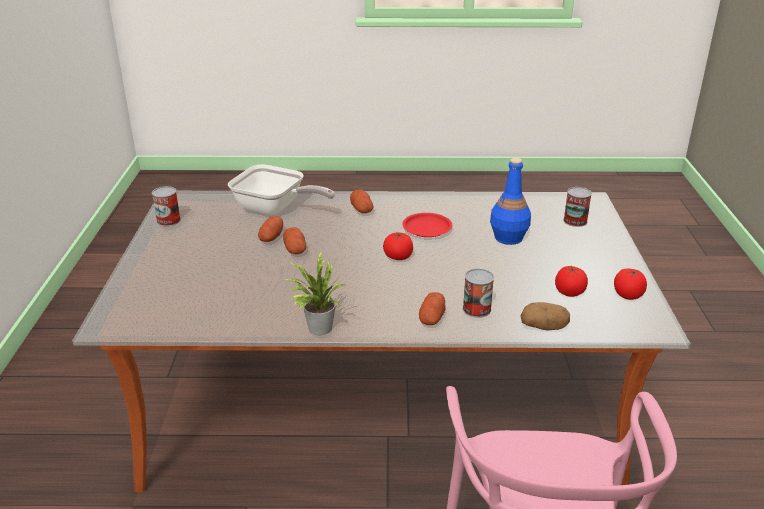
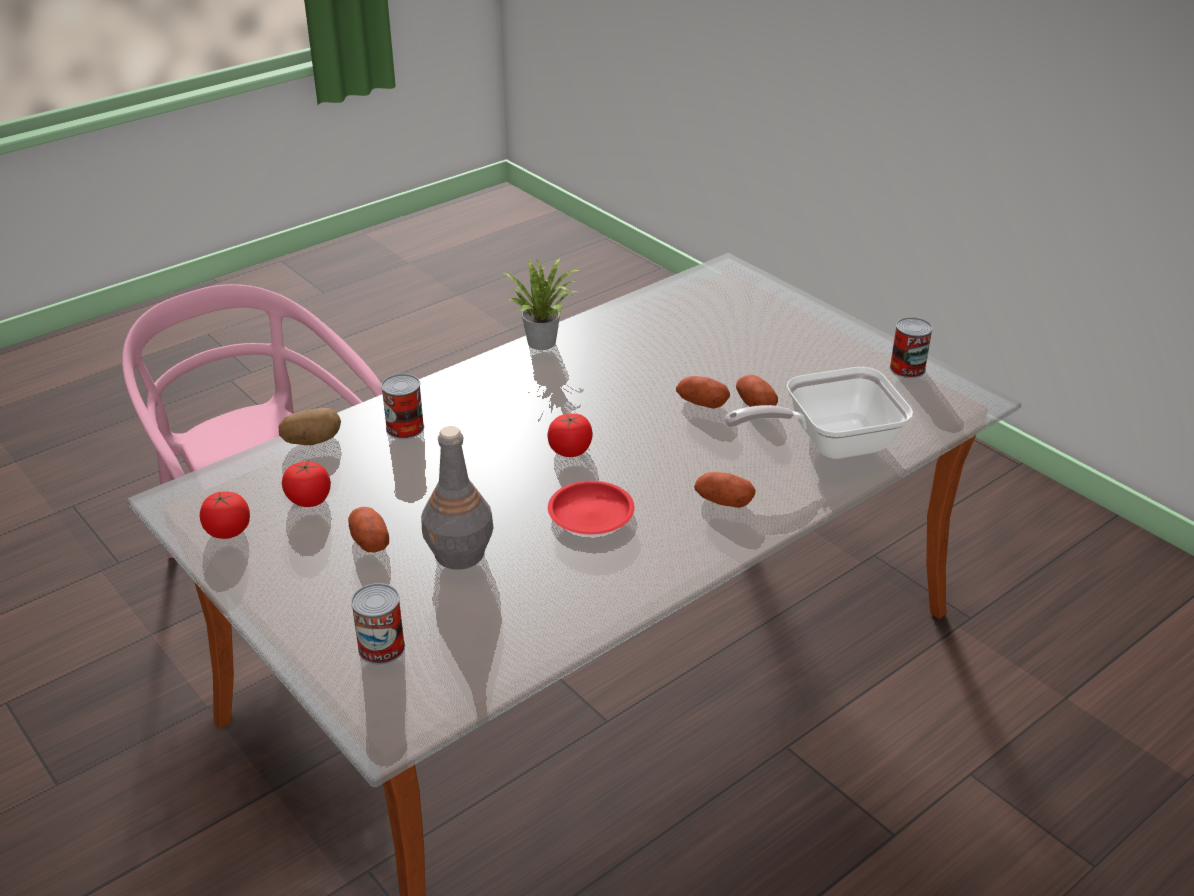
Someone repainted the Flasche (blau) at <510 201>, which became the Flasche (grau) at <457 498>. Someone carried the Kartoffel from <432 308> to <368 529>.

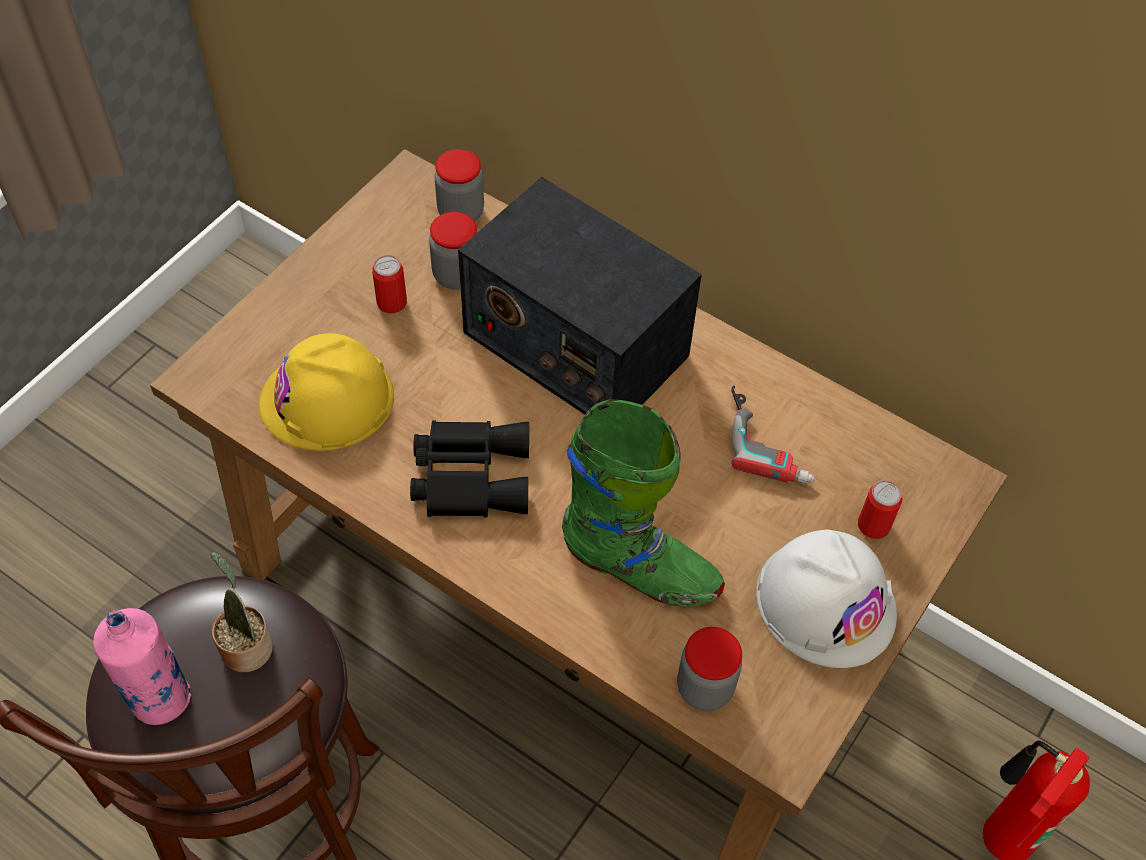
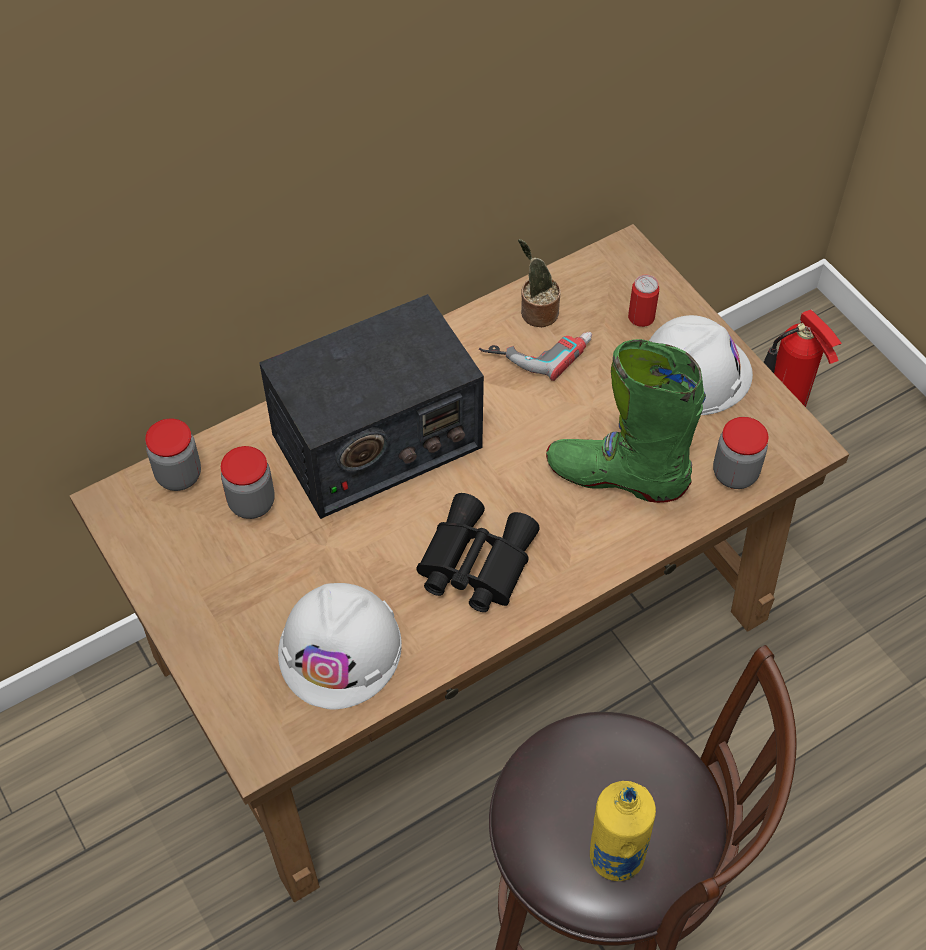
Someone took away the Dose at <389 284>. Someone repainted the Schutzhelm (gelb) at <326 392>, which became the Schutzhelm (weiß) at <340 646>. Someone rotated the Stiefel (grün) at <643 502> by 120 degrees counterclockwise. Someone carried the Topfpflanze from <241 612> to <539 283>. Someone repainted the Flasche (rosa) at <142 666>, which became the Flasche (gelb) at <623 831>.

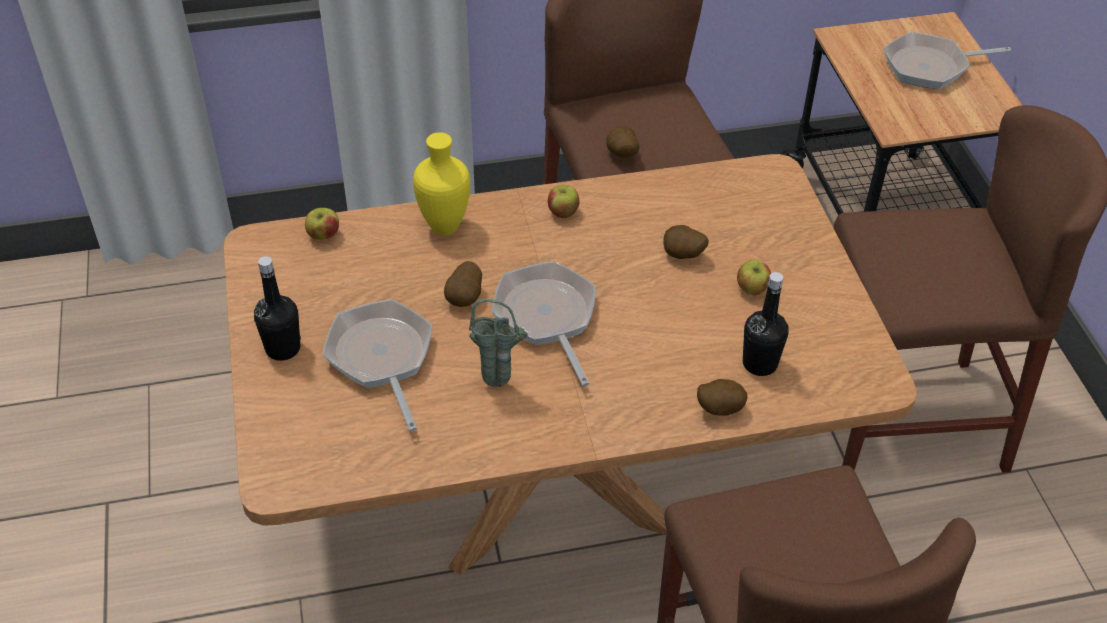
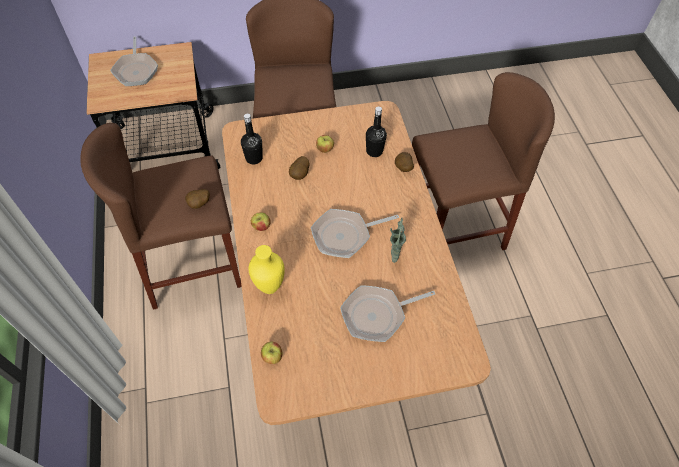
Someone carried the Flasche (schwarz) from <277 308> to <252 139>. Someone took away the Kartoffel at <463 284>.

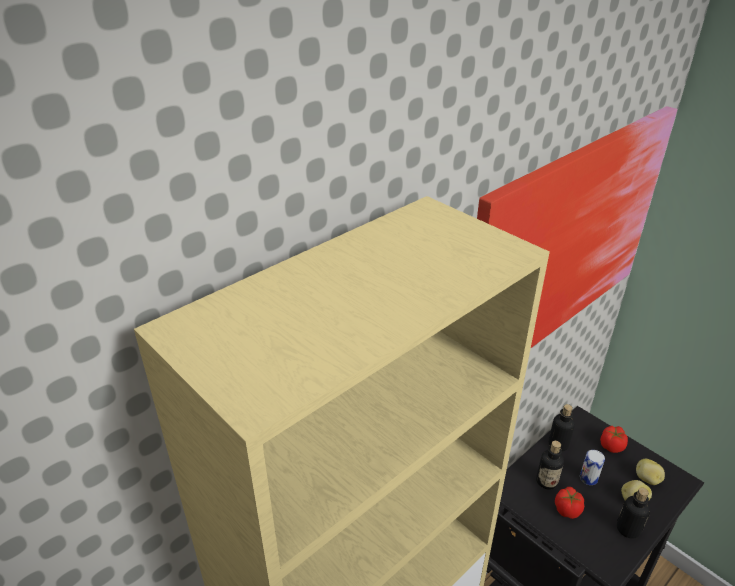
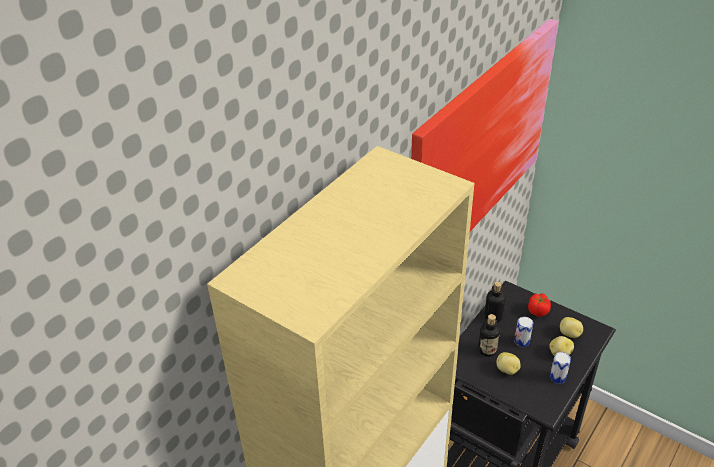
Someone swapped the Tomate at <569 503> for the Kartoffel at <508 363>. Someone swapped the Flasche at <633 513> for the Dose at <560 368>.

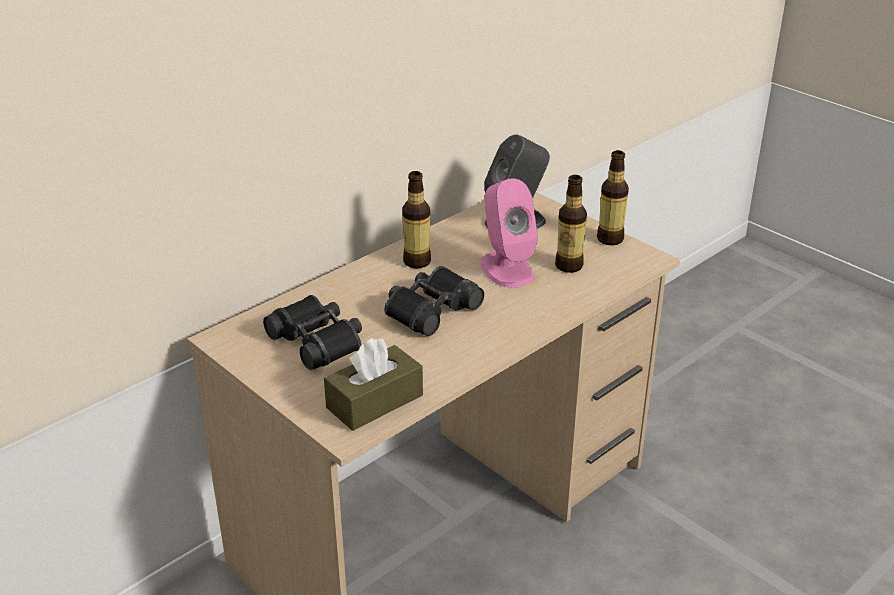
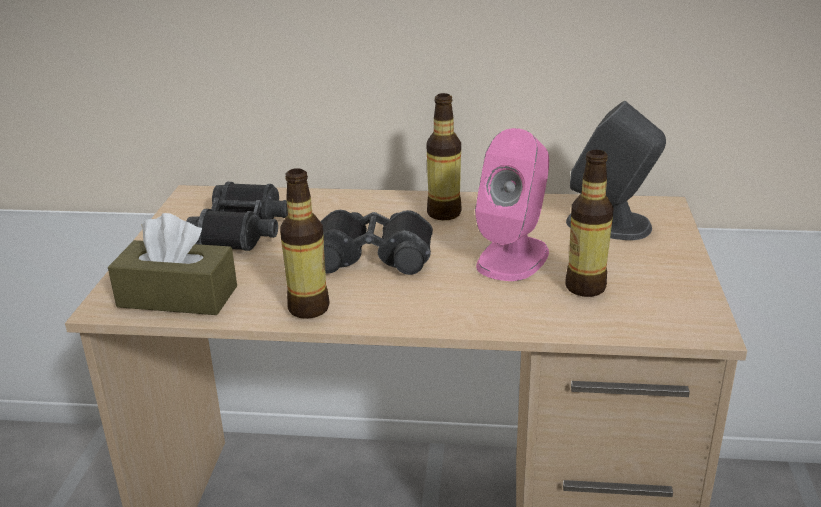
Someone carried the Flasche from <613 197> to <305 243>.

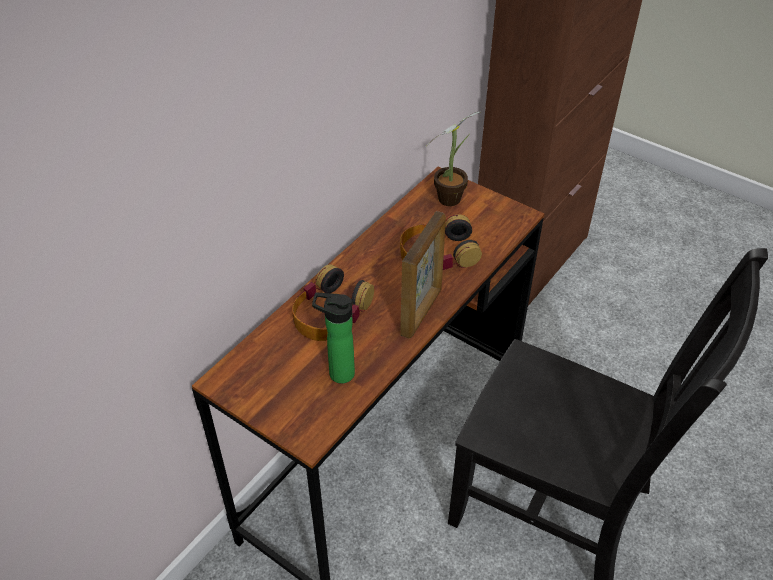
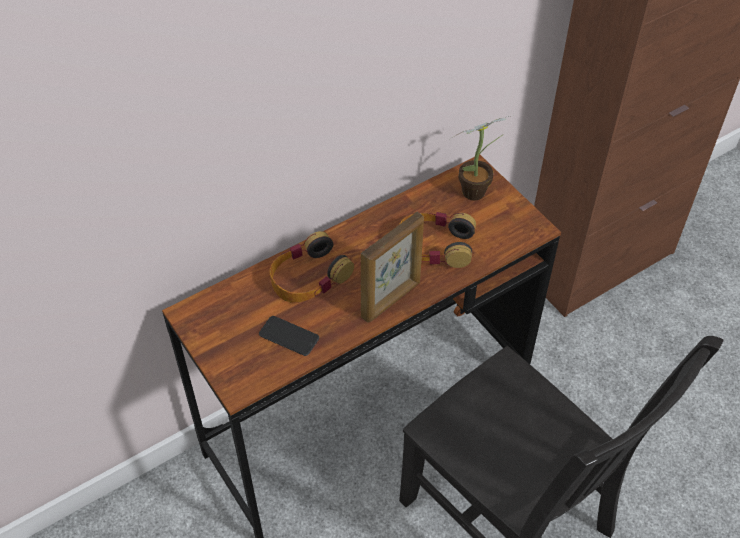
Someone swapped the Flasche at <333 338> for the Handy at <289 336>.

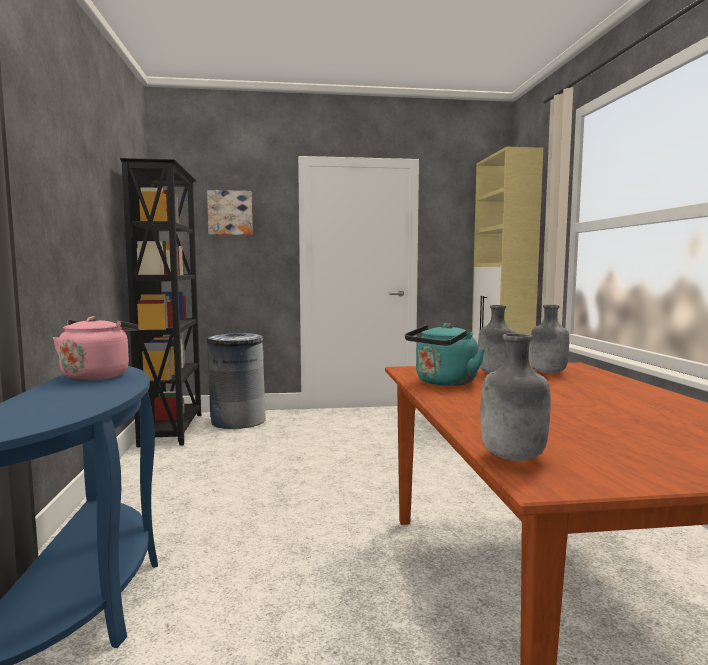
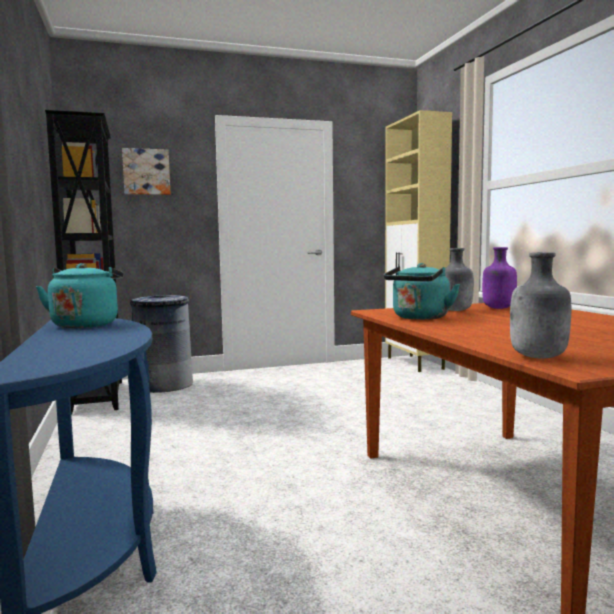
Someone repainted the Flasche (grau) at <549 339>, which became the Flasche (lila) at <499 278>. Someone repainted the Wasserkessel (rosa) at <95 348>, which became the Wasserkessel (türkis) at <79 295>.

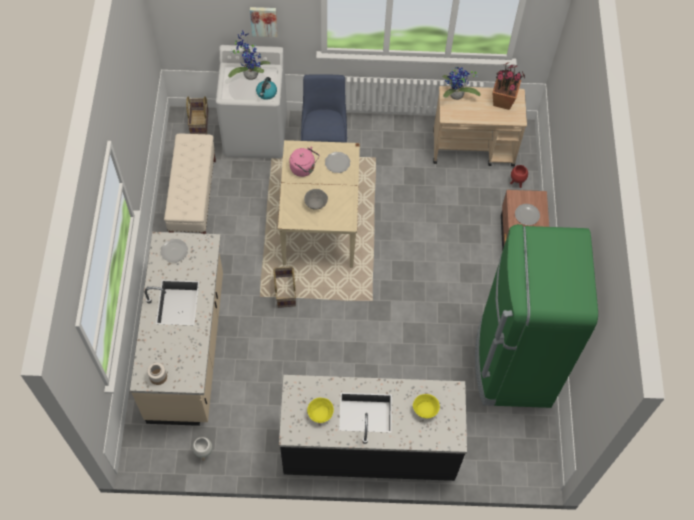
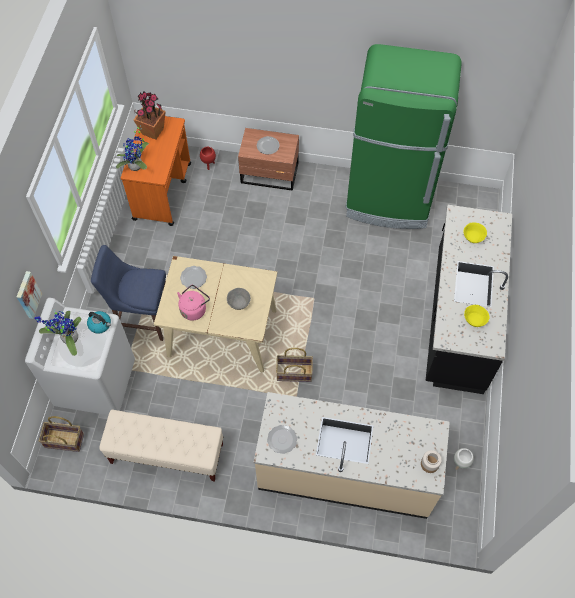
Someone repainted the Rollwagen (beige) at <480 126>, which became the Rollwagen (orange) at <156 171>.

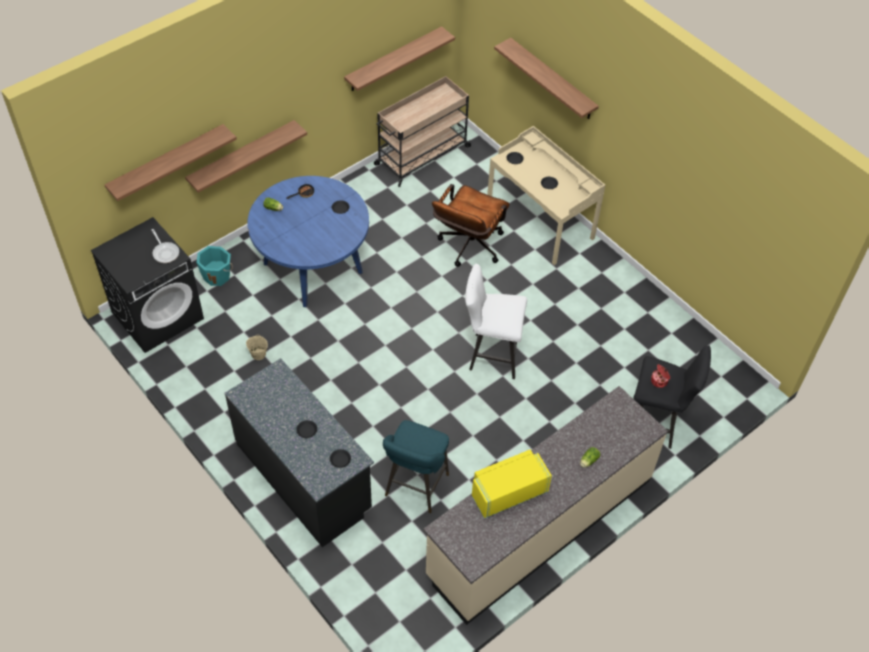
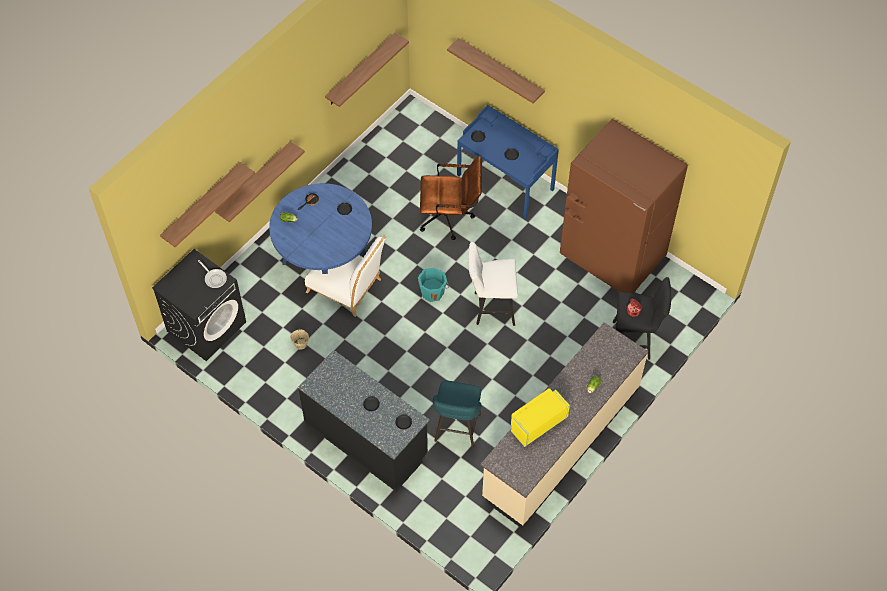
Someone took away the Rollwagen (beige) at <423 131>. Someone repainted the Schreibtisch (beige) at <546 195>, which became the Schreibtisch (blau) at <508 162>. Someone rotated the Bürostuhl (braun) at <471 225> by 105 degrees counterclockwise. Someone carried the Eimer (türkis) from <214 266> to <433 285>. Someone put down the Kühlschrank (braun) at <624 206>. Someone put down the Stuhl (weiß) at <345 276>.

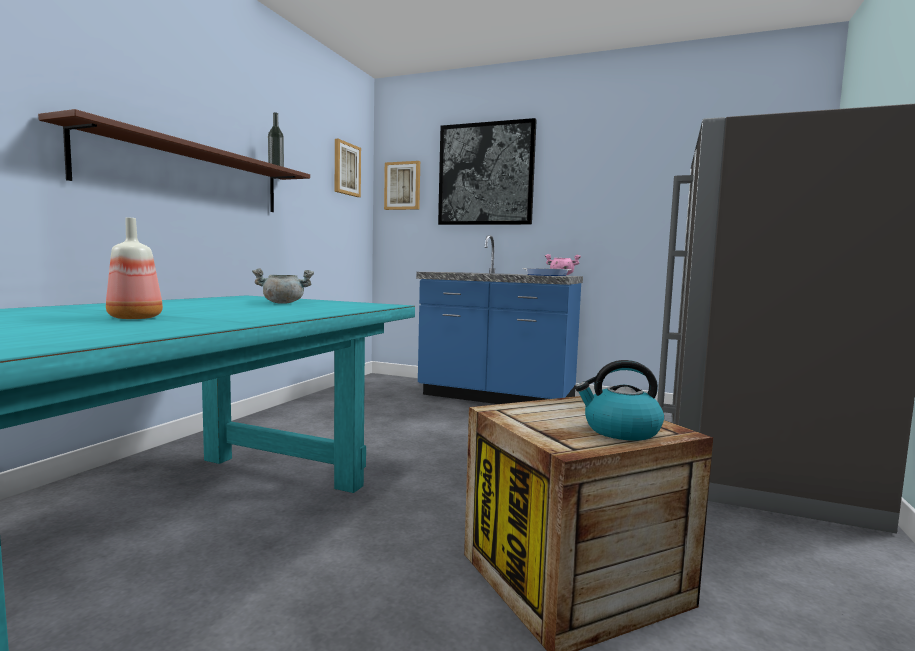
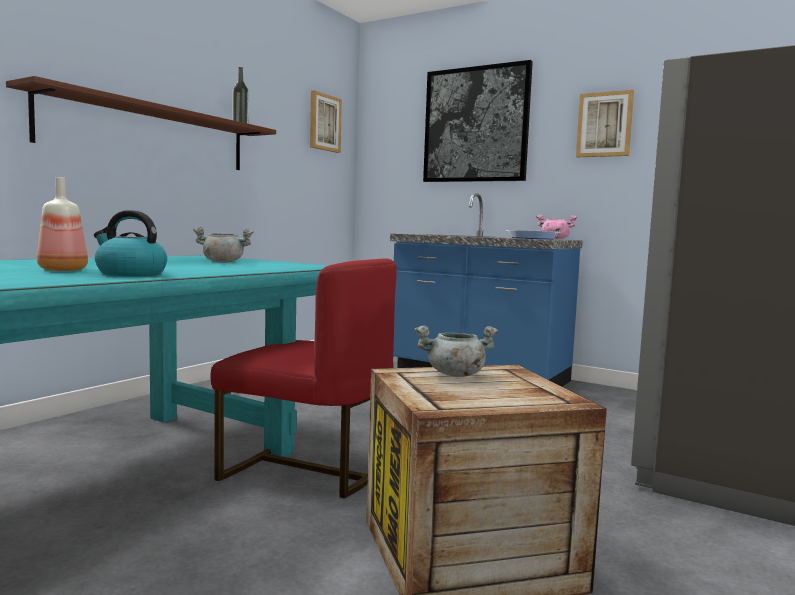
Someone carried the Bild from <402 185> to <605 123>. Someone carried the Wasserkessel from <619 400> to <130 243>. Someone put down the Stuhl (rot) at <304 378>. Someone put down the Kochtopf (grau) at <456 351>.

